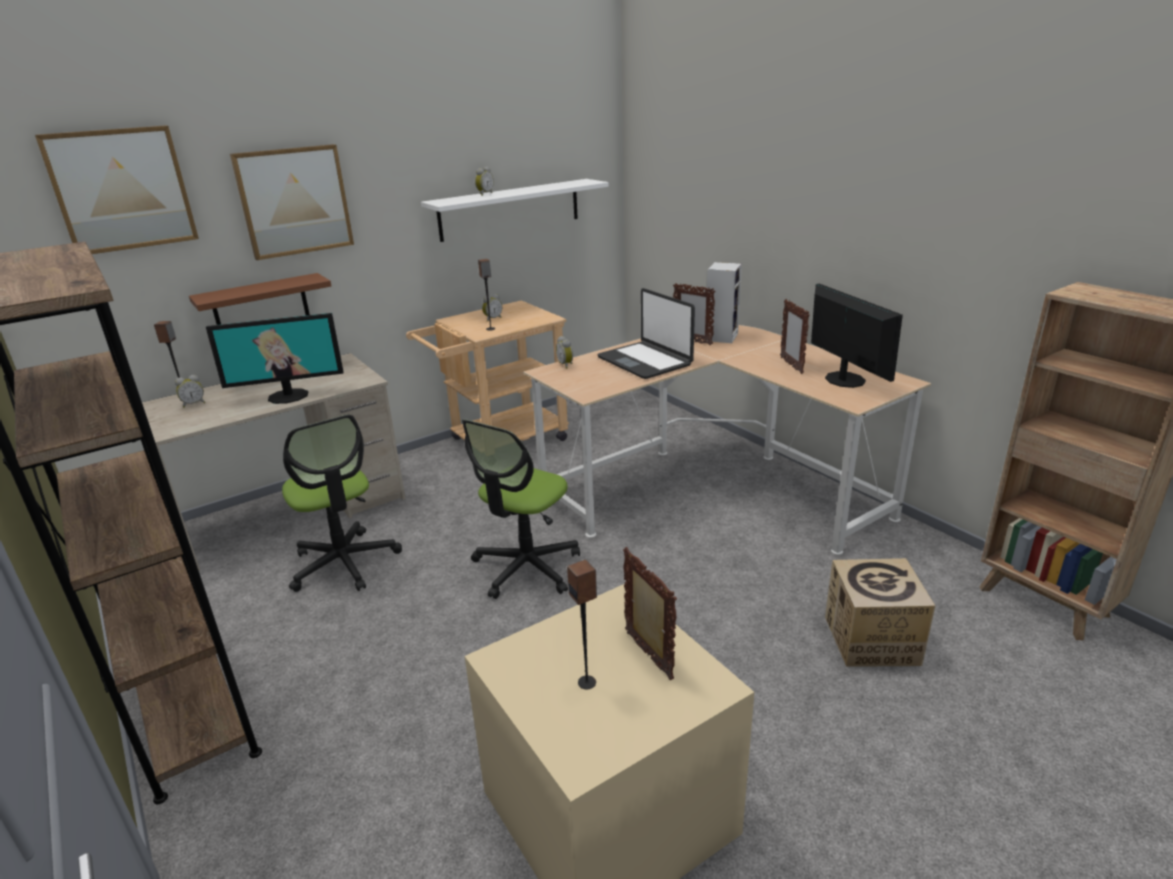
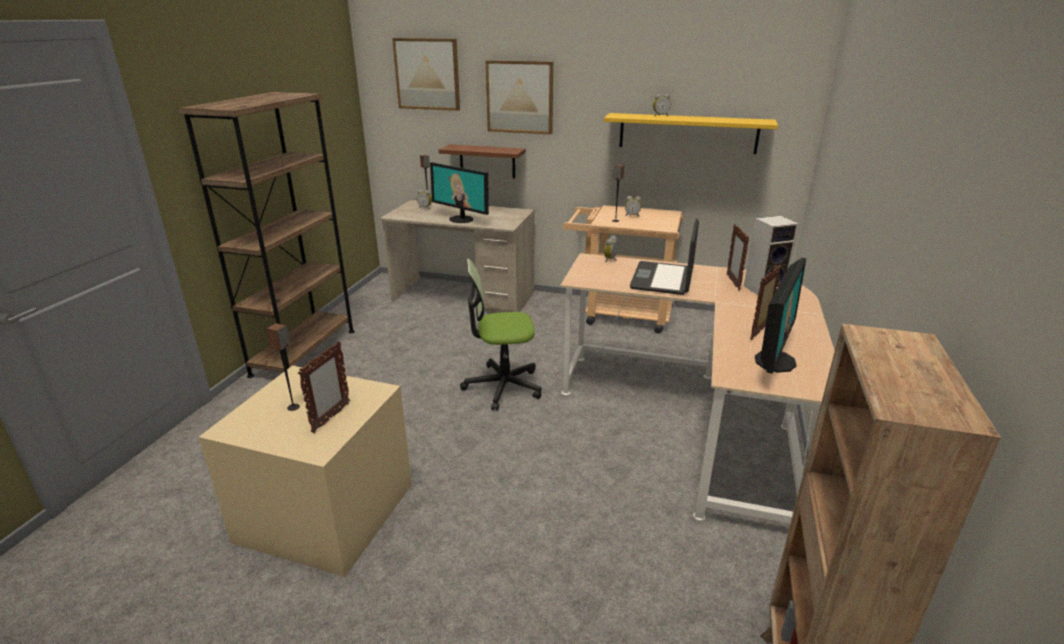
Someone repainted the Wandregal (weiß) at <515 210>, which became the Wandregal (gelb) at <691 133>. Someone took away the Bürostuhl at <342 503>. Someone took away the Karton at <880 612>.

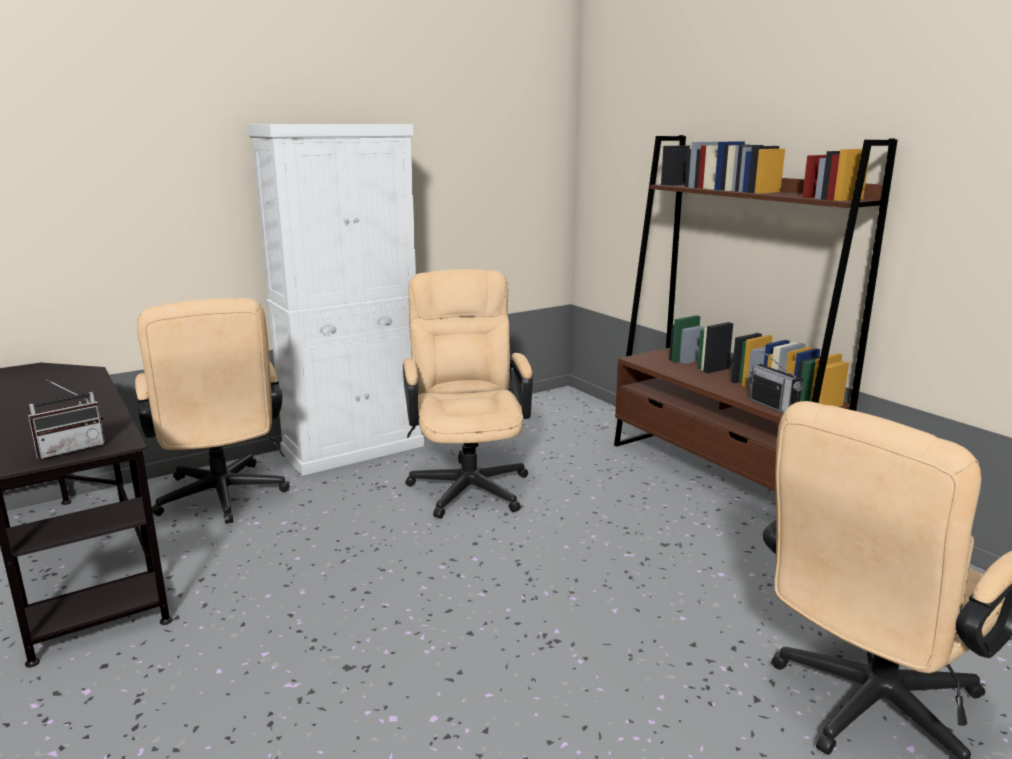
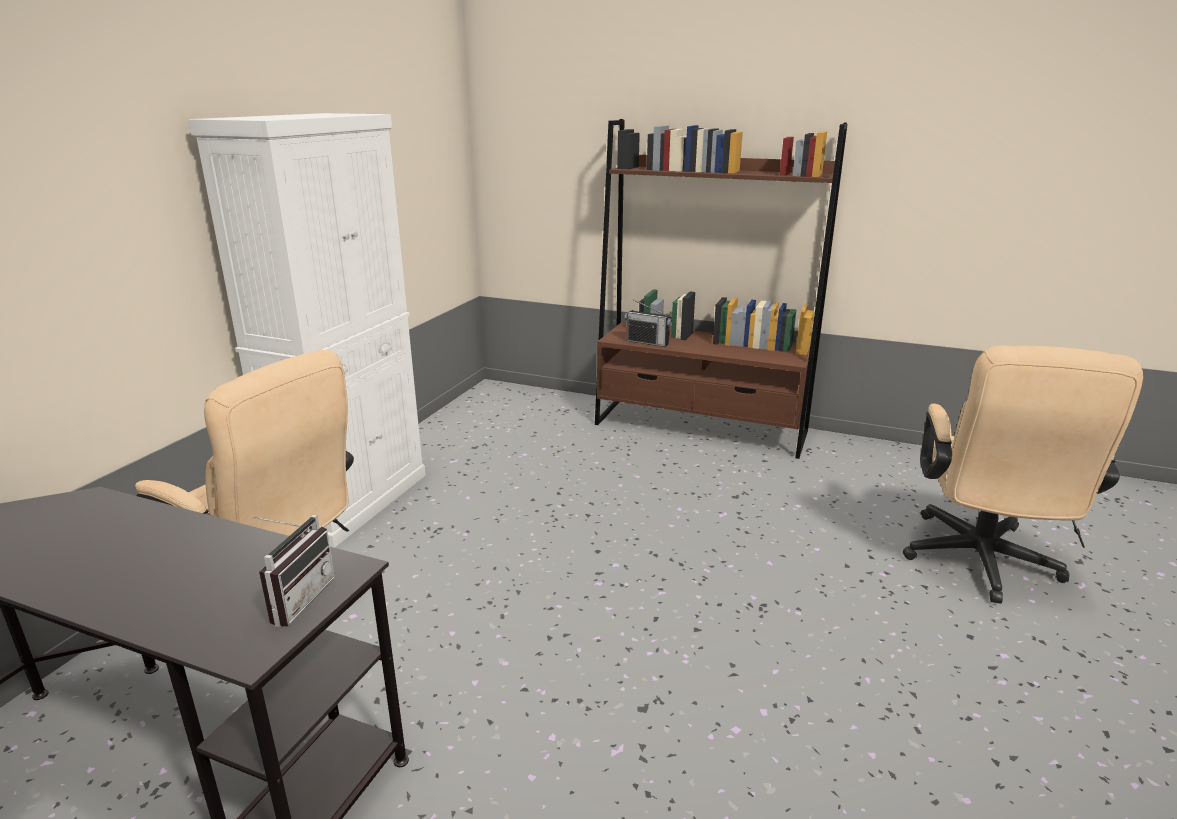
Someone took away the Bürostuhl (beige) at <468 394>. Someone carried the Radio from <776 382> to <648 323>.

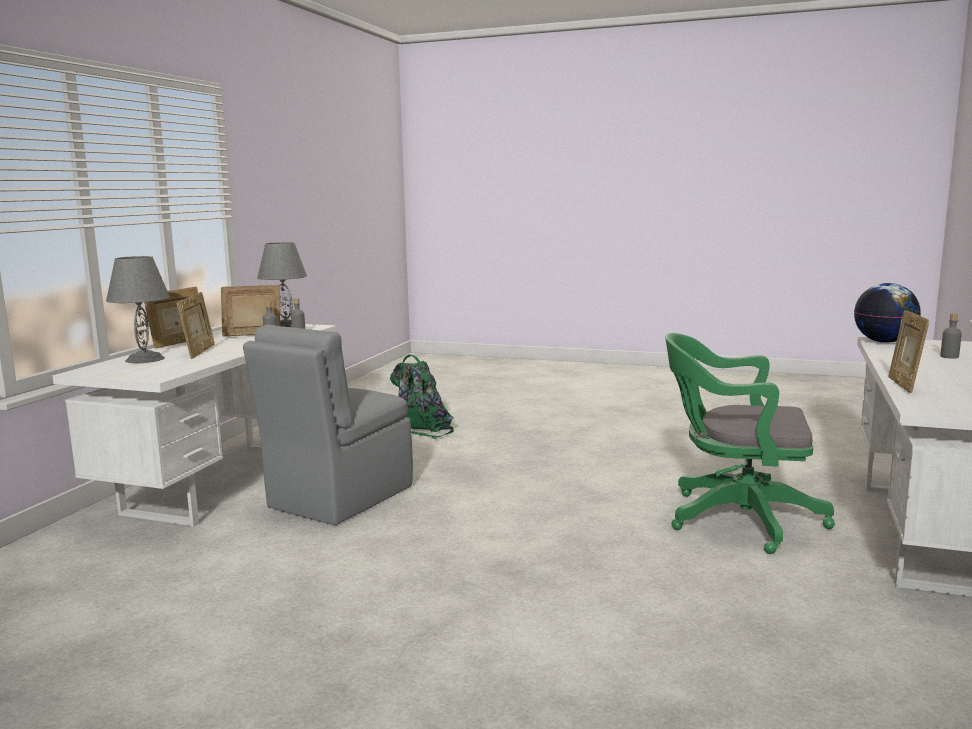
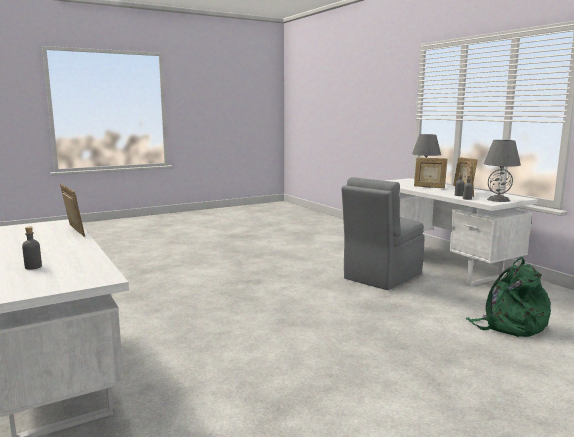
Someone took away the Globus at <887 313>. Someone rotated the Stuhl (grau) at <328 425> by 120 degrees counterclockwise. Someone took away the Bürostuhl (grün) at <750 443>.

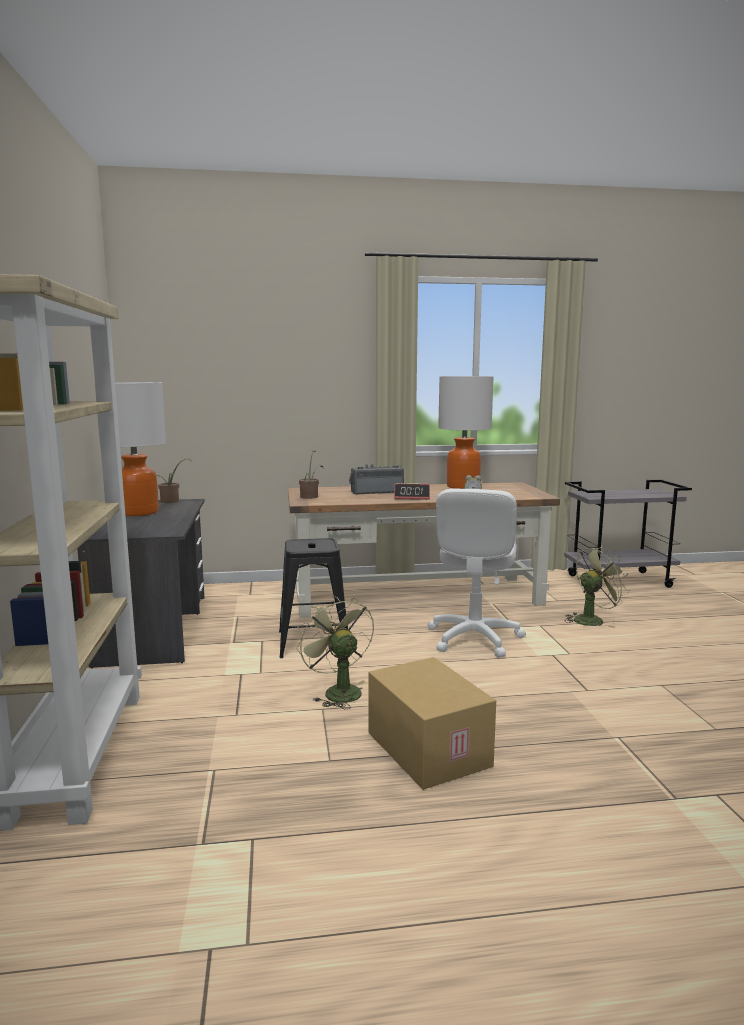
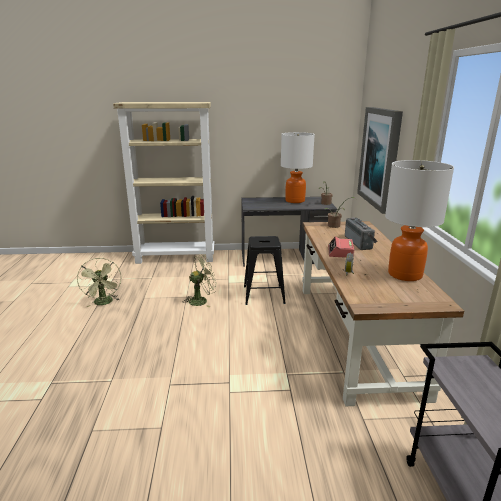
Someone took away the Bürostuhl (weiß) at <476 572>. Someone carried the Ventilator (grün) from <597 587> to <99 282>. Someone took away the Karton at <432 723>. Someone put up the Bild at <380 160>.

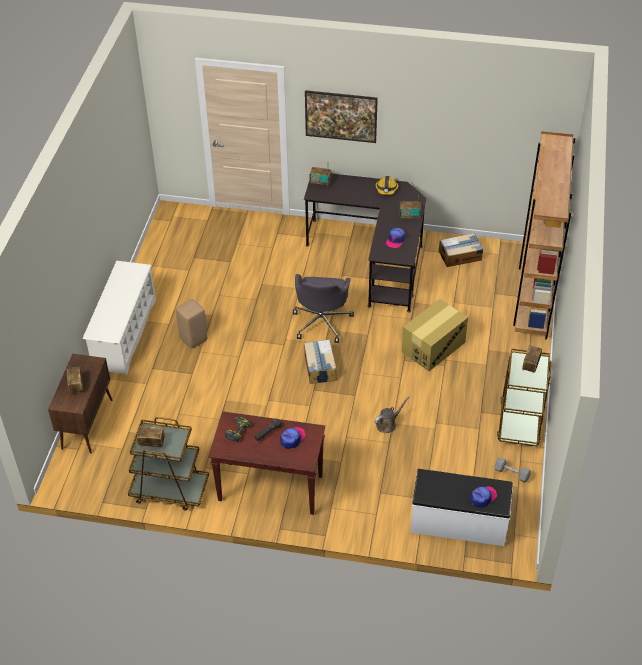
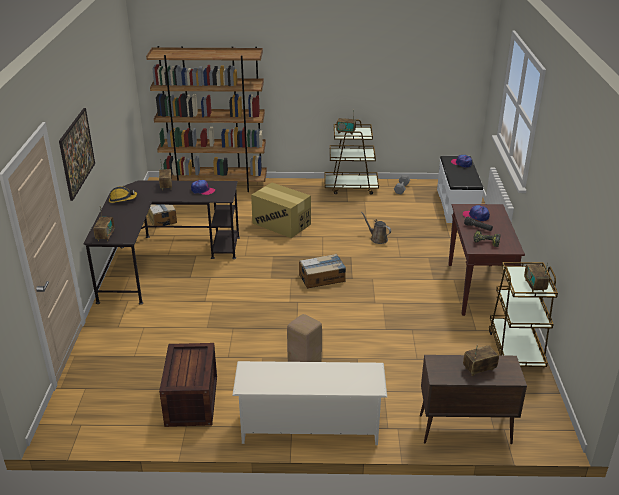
Someone took away the Bürostuhl (grau) at <323 308>. Someone put down the Kiste at <188 385>.

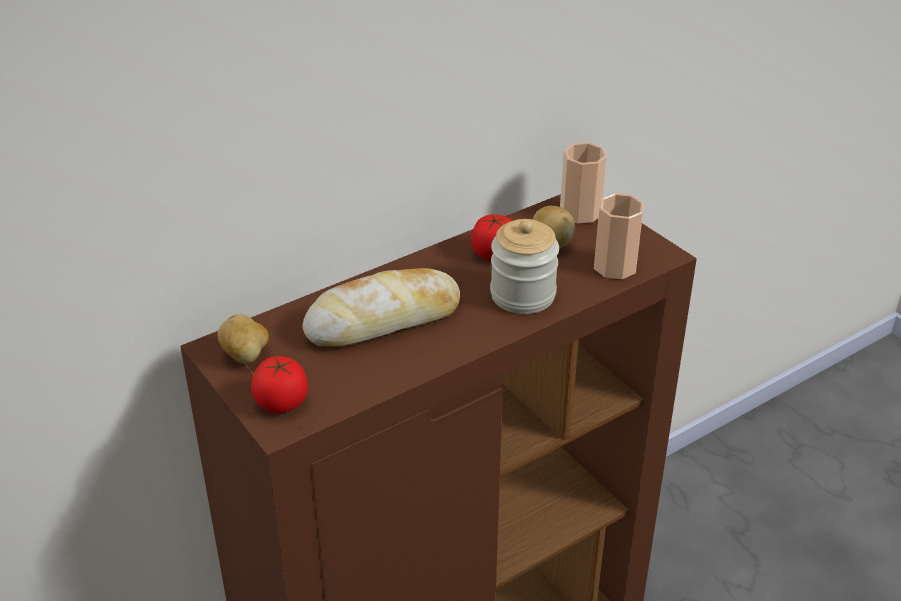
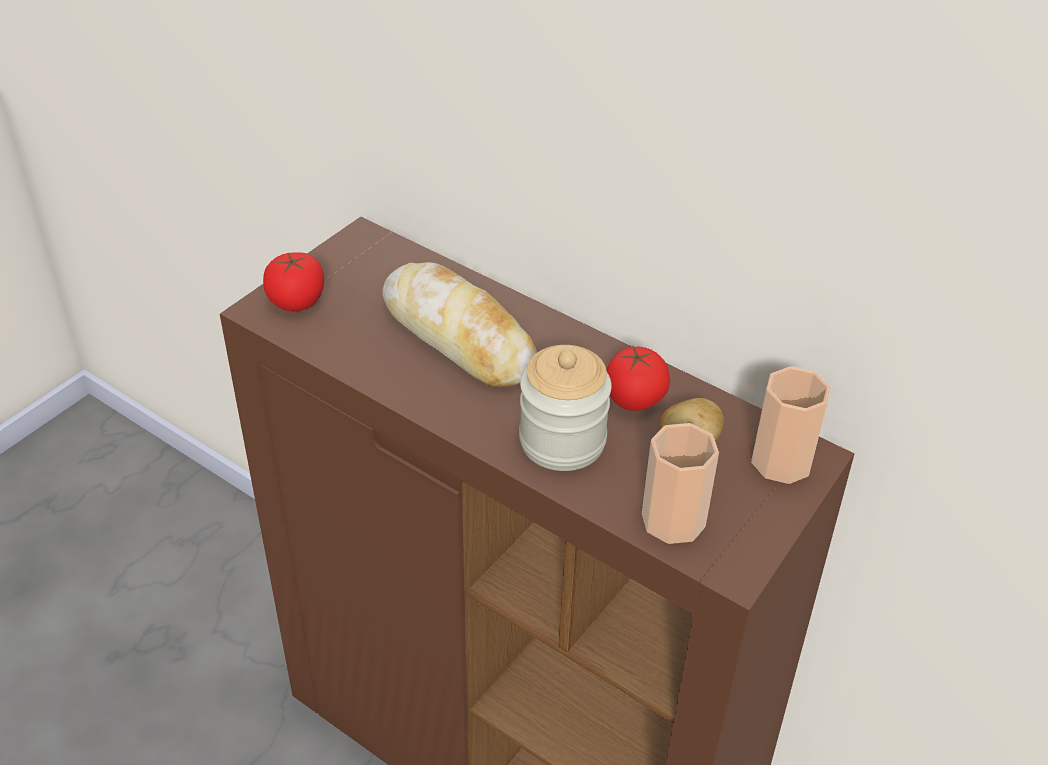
Someone took away the Kartoffel at <243 339>.

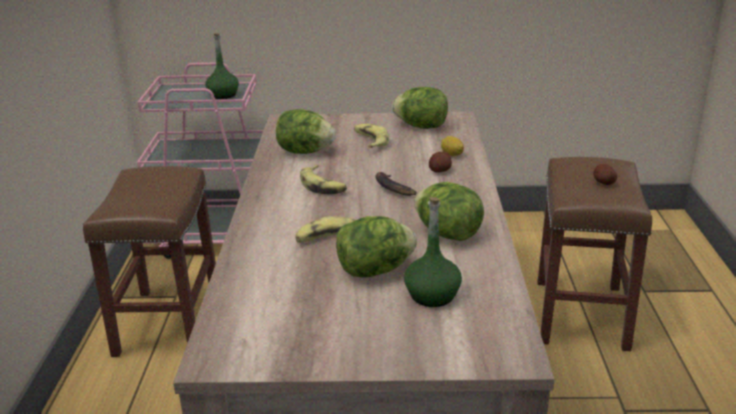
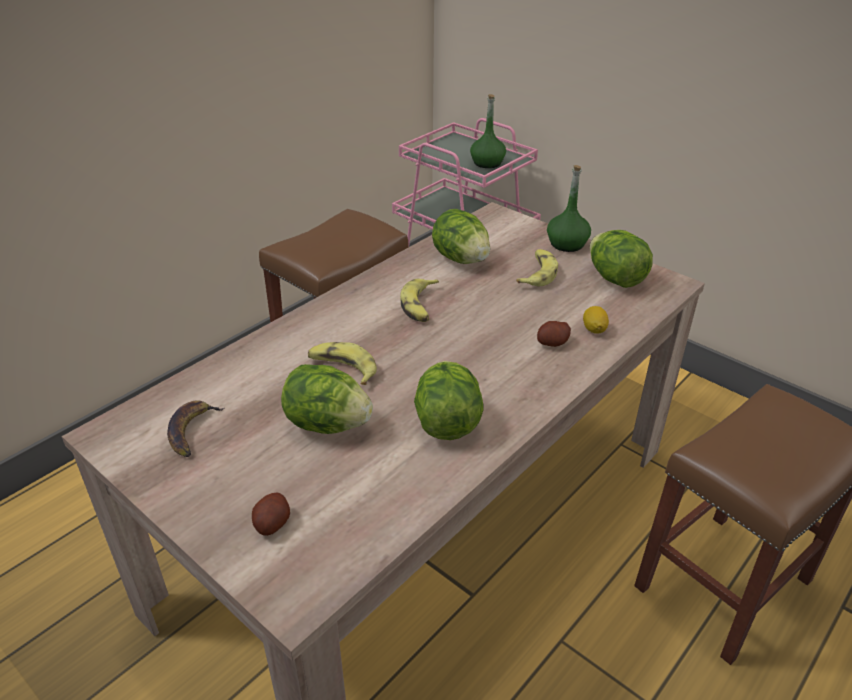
Someone carried the Kartoffel from <605 174> to <271 514>. Someone carried the Banane from <396 184> to <195 428>. Someone carried the Flasche (grün) from <433 252> to <569 208>.

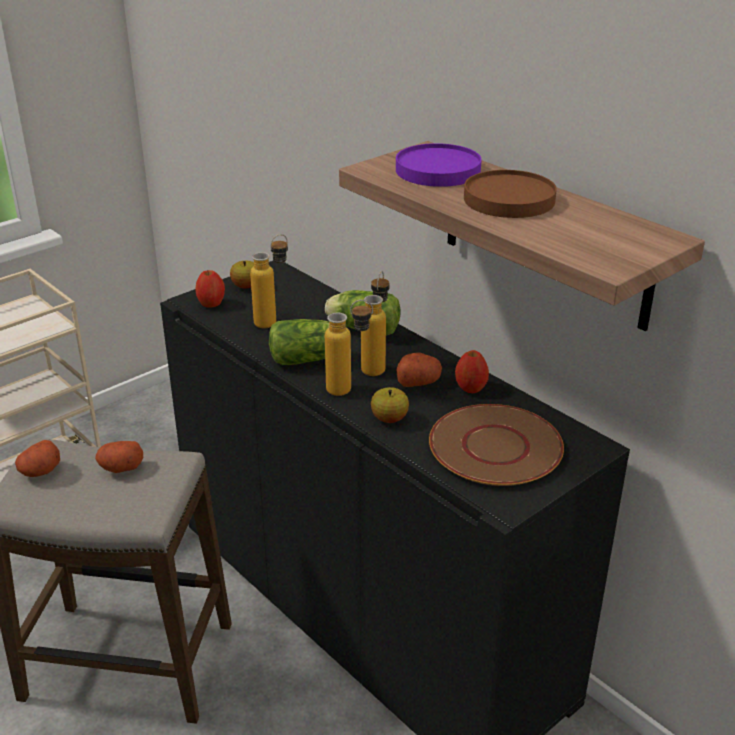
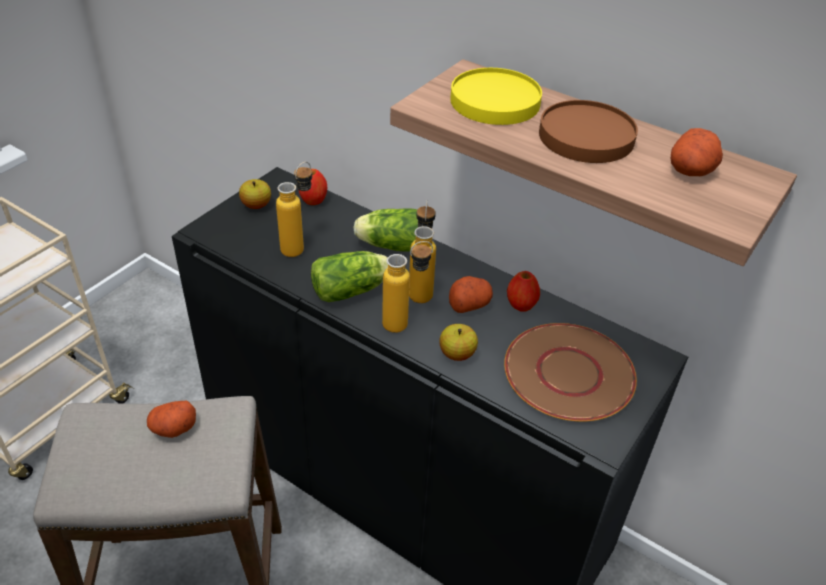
Someone repainted the Teller (lila) at <438 165>, which became the Teller (gelb) at <496 96>. Someone carried the Apfel from <210 288> to <313 187>. Someone carried the Kartoffel from <37 458> to <697 152>.

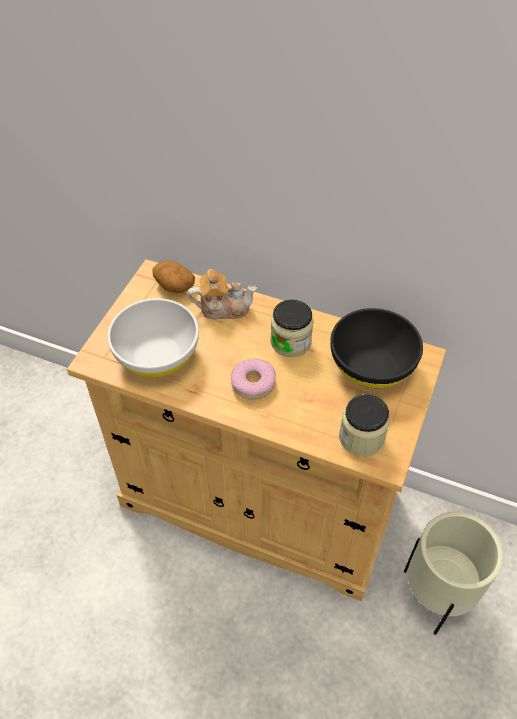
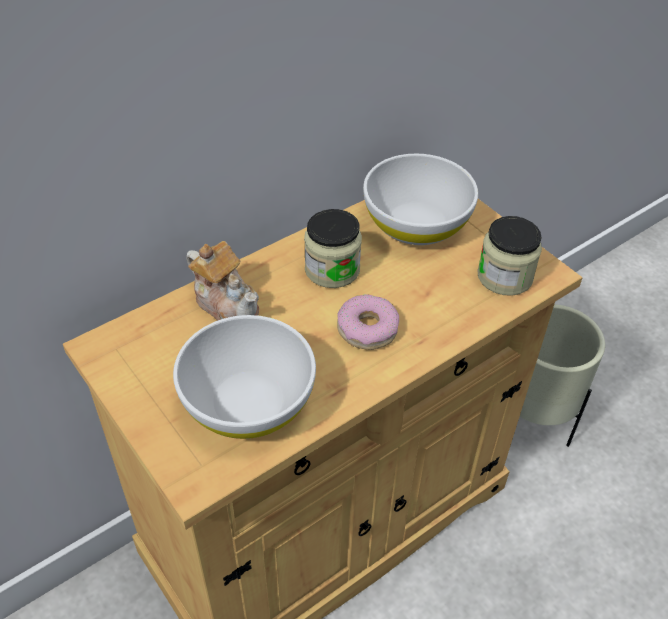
Someone took away the Kartoffel at <173 276>. Someone rotated the Teekanne at <222 294> by 105 degrees clockwise. Someone repainted the Schüssel (schwarz) at <376 348>, which became the Schüssel (weiß) at <420 199>.

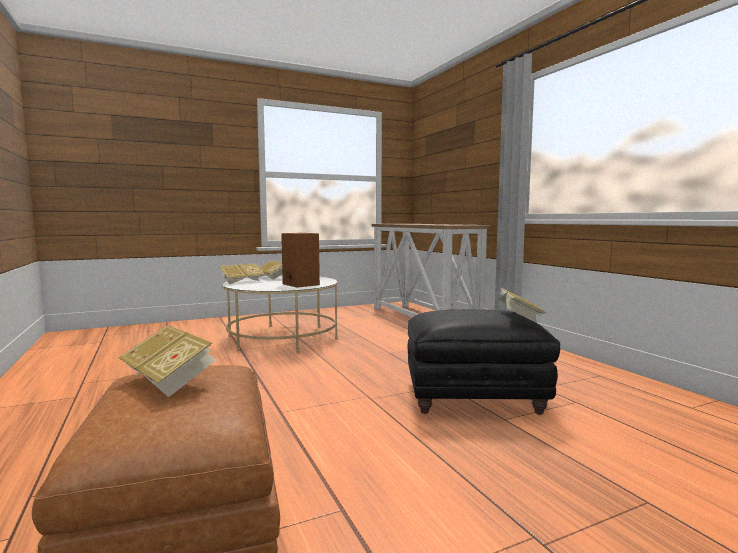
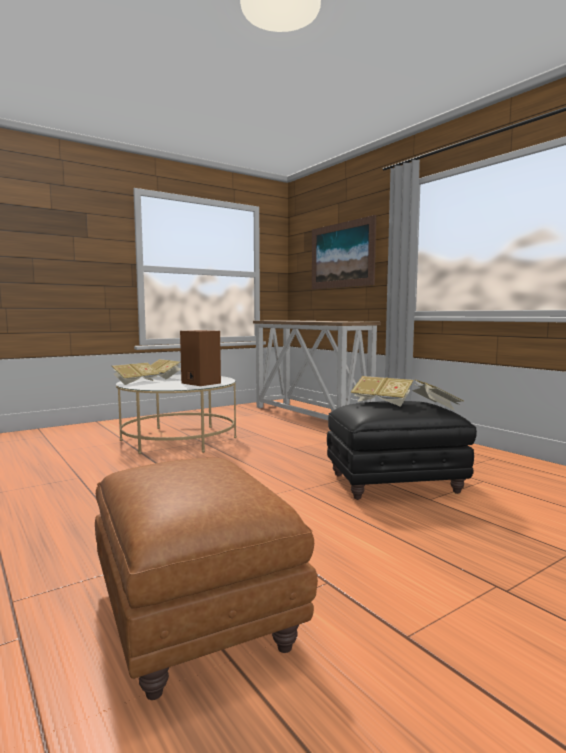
Someone carried the Buch from <167 361> to <382 391>. Someone put up the Bild at <344 252>.

